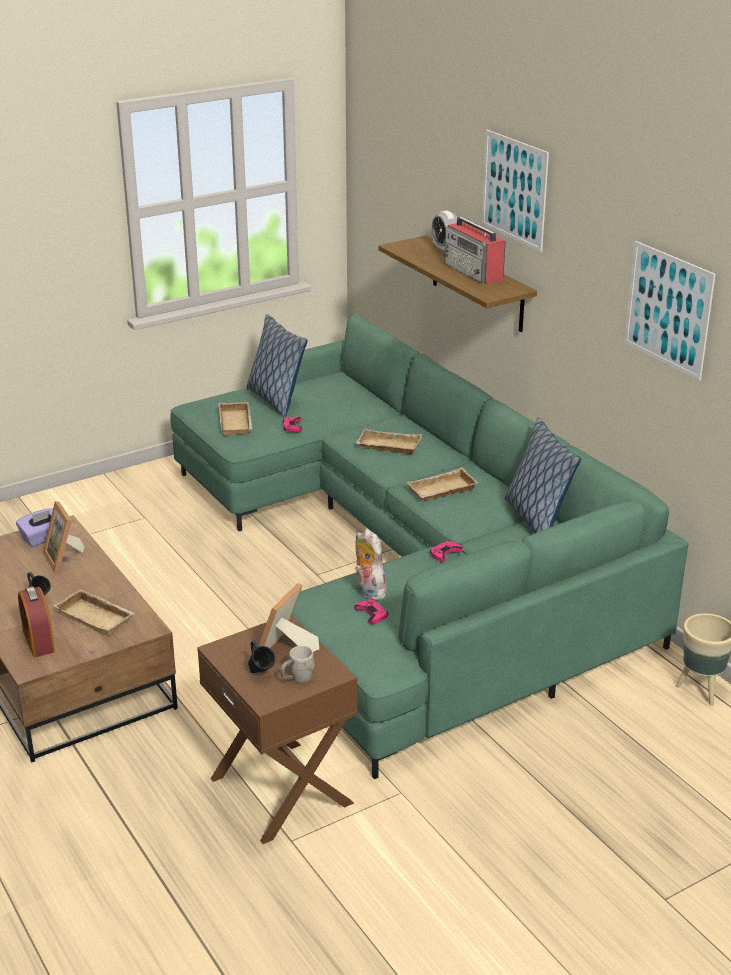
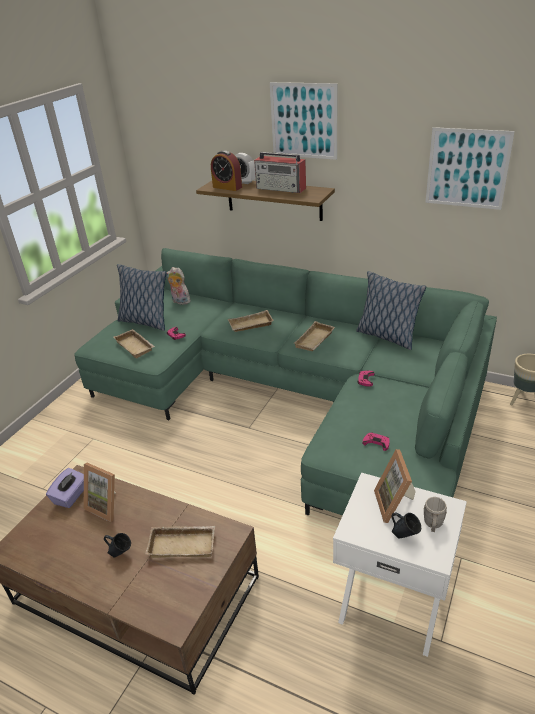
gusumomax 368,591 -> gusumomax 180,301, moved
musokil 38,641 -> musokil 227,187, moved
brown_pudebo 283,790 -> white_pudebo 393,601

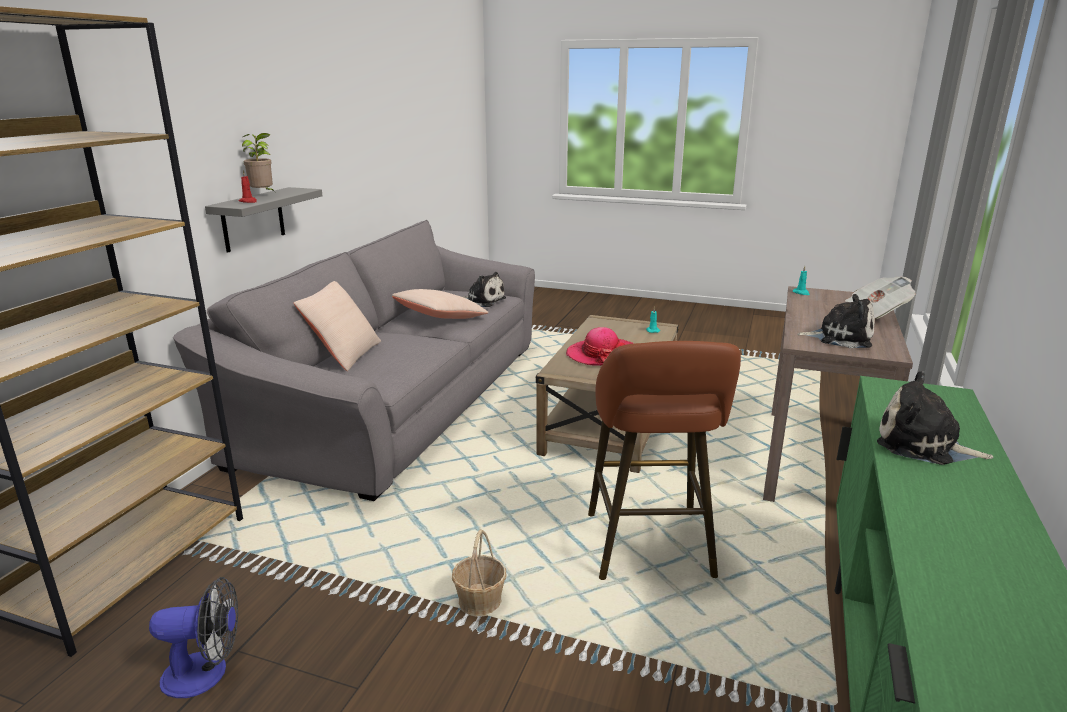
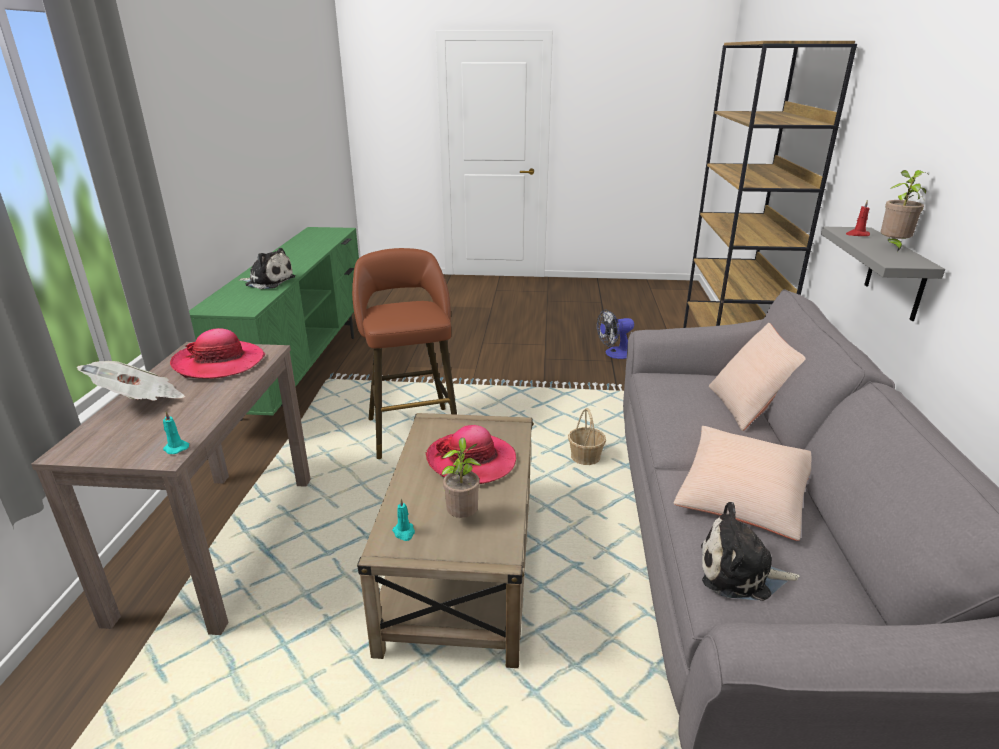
gusumomax 840,337 -> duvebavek 219,363
none -> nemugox 463,517
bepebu 479,601 -> bepebu 585,457, moved

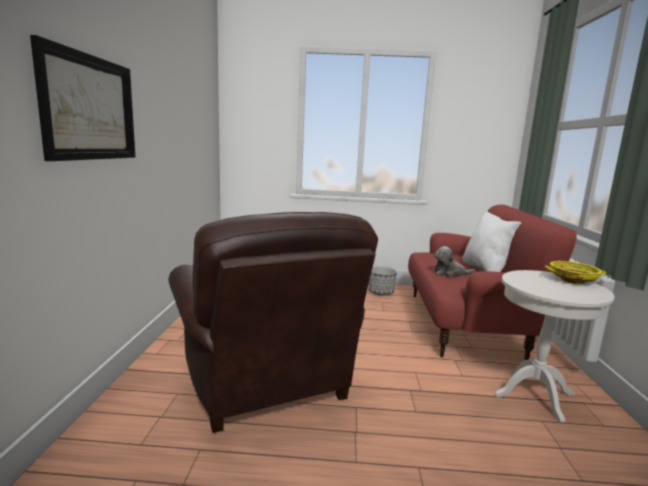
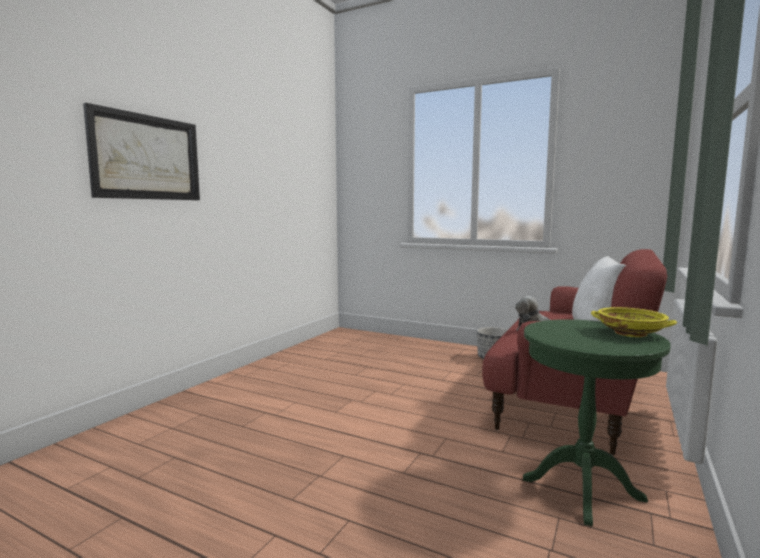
white_pudebo 534,395 -> green_pudebo 582,489
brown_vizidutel 267,383 -> none

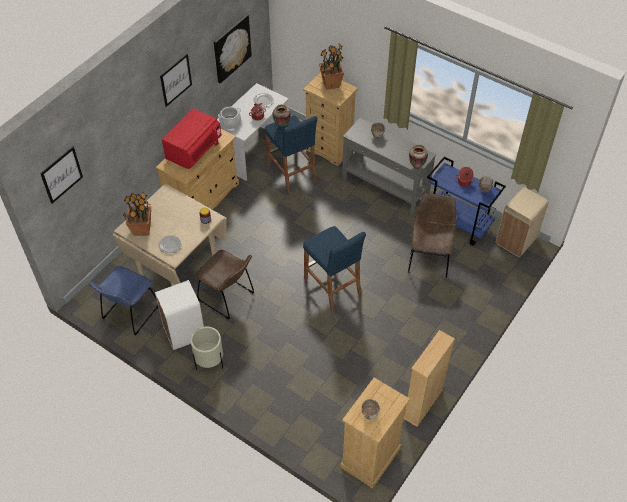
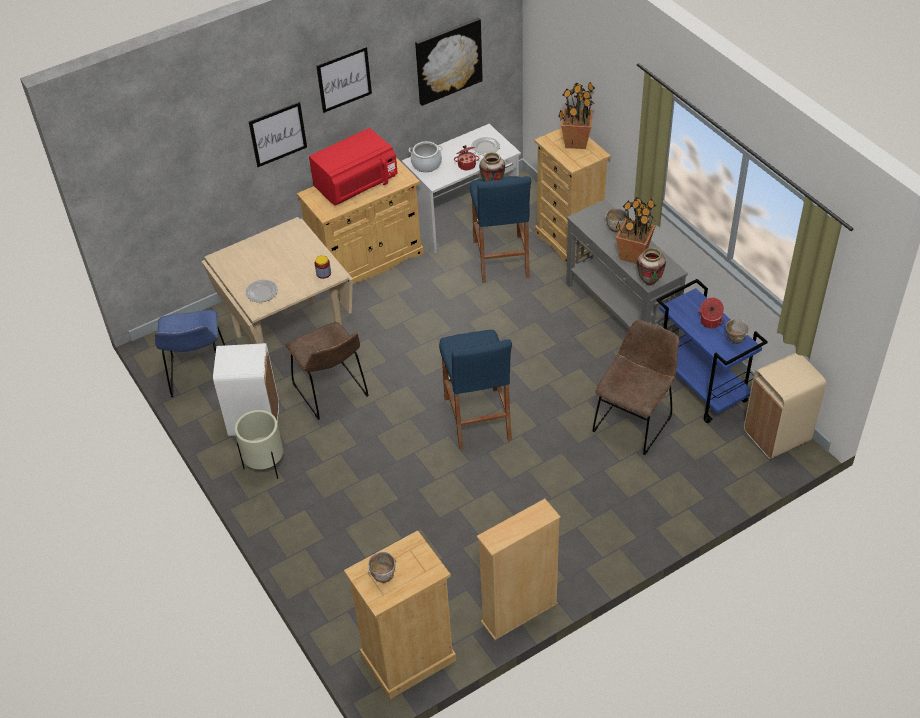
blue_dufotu 129,314 -> blue_dufotu 199,376, 60 degrees counterclockwise
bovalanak 61,175 -> bovalanak 278,134, moved
nemugox 142,229 -> nemugox 633,255, moved

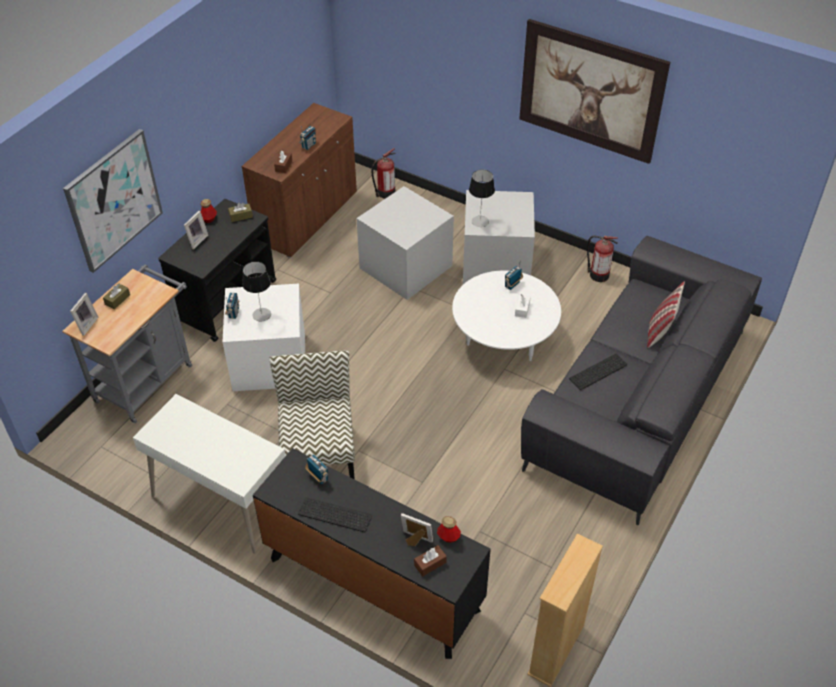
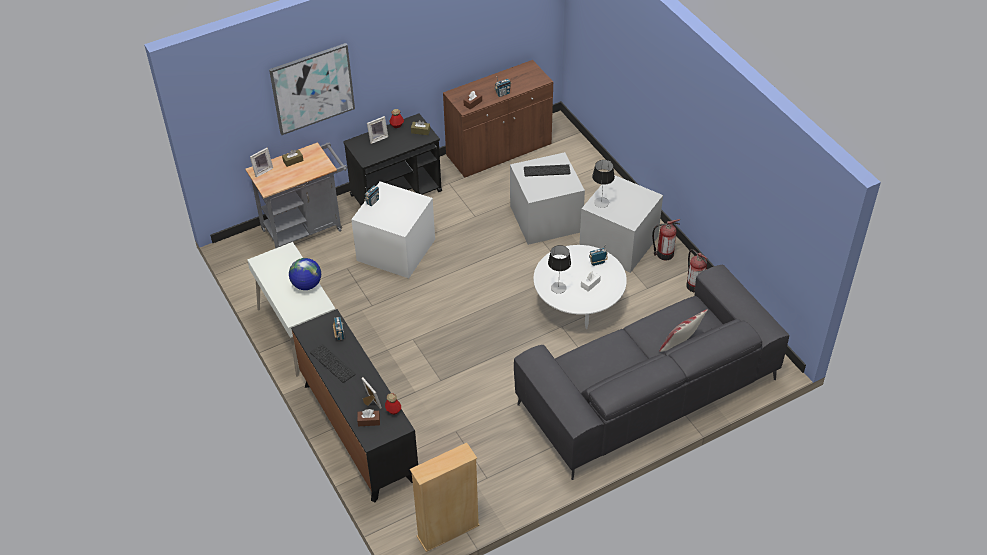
none -> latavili 306,285
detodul 598,373 -> detodul 546,171, moved
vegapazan 261,314 -> vegapazan 558,287, moved
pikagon 385,193 -> pikagon 663,254, moved
dufotu 318,453 -> none
bovalanak 590,91 -> none

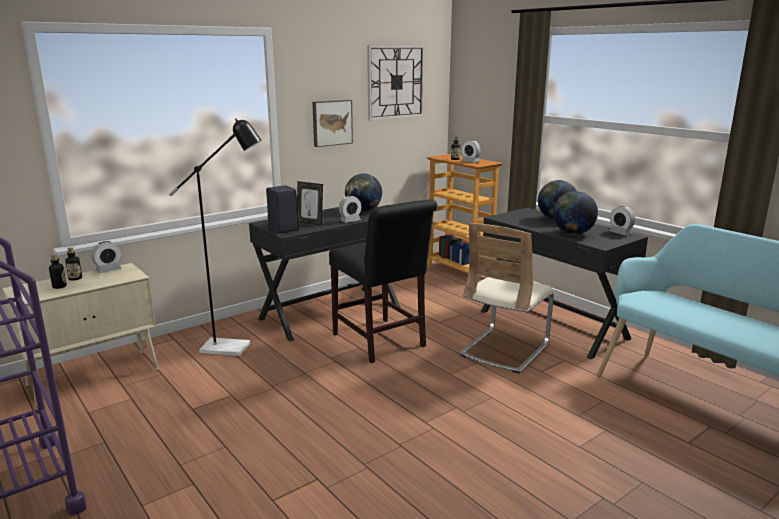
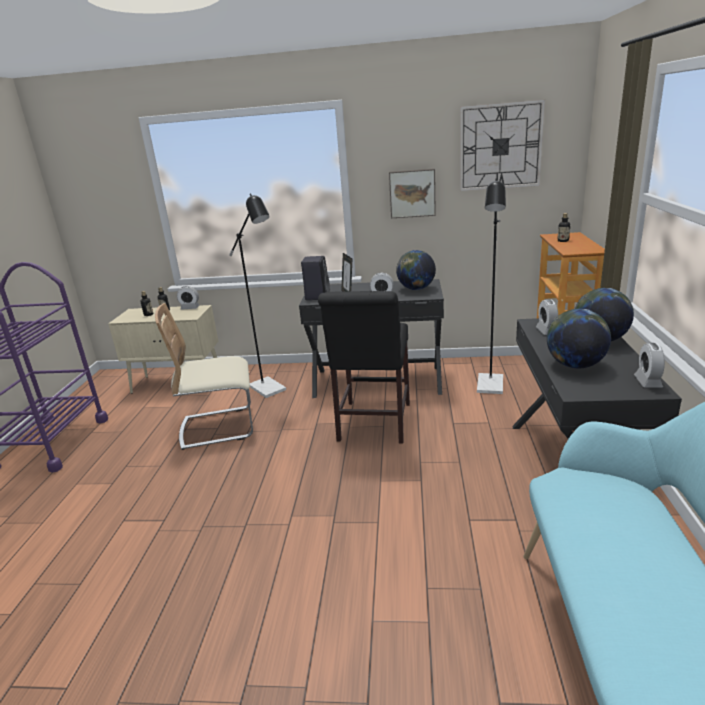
beige_dufotu 504,350 -> beige_dufotu 218,427, moved
none -> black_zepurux 490,388
musokil 470,162 -> musokil 546,331, moved

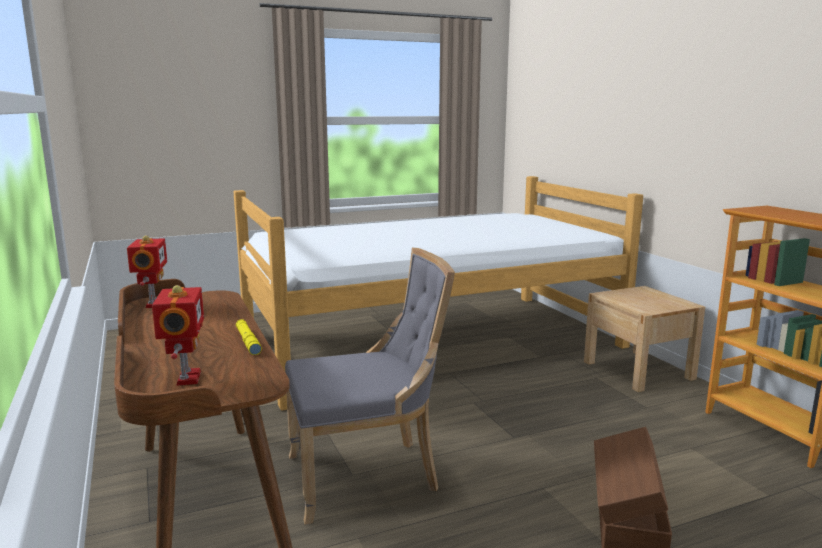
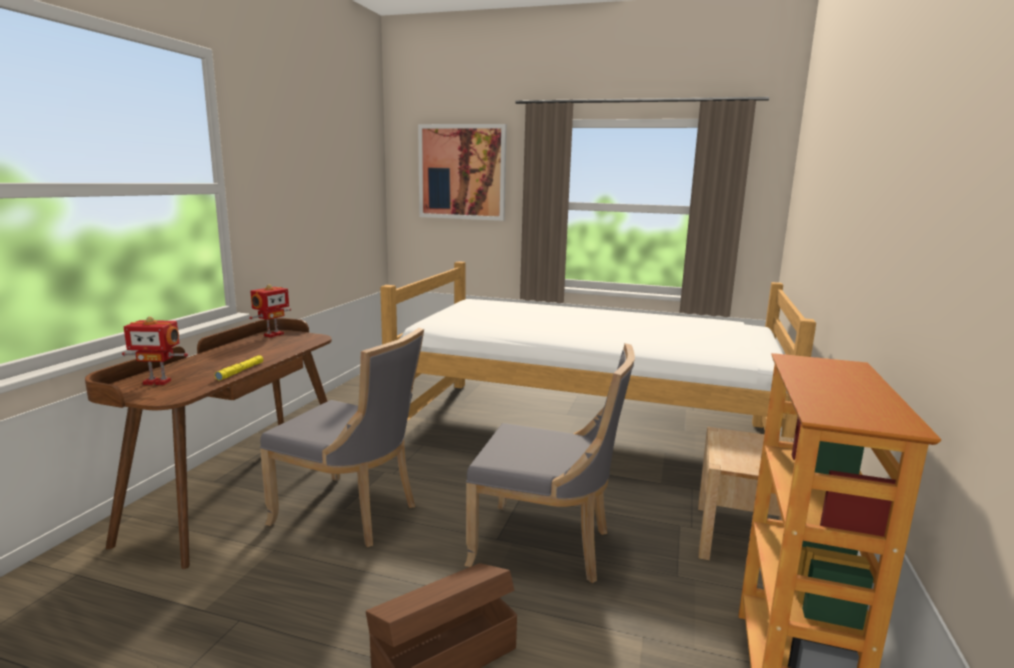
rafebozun 186,378 -> rafebozun 158,382, 60 degrees clockwise
none -> bovalanak 462,172
none -> grey_dufotu 546,546

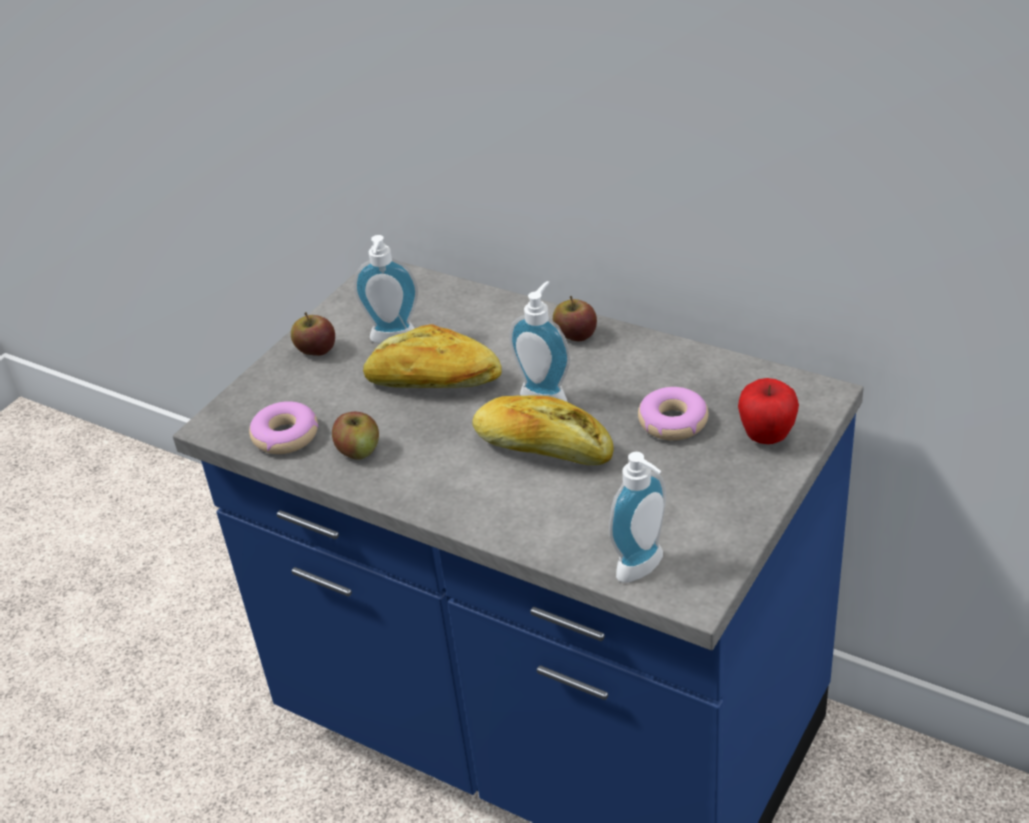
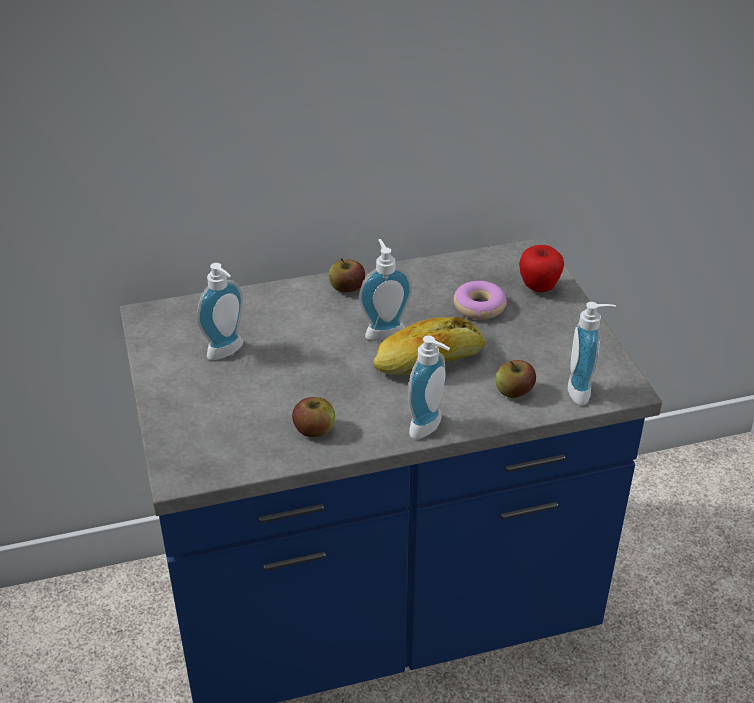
none -> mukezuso 430,428
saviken 316,350 -> saviken 514,392, moved
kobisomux 286,436 -> none
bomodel 434,382 -> none

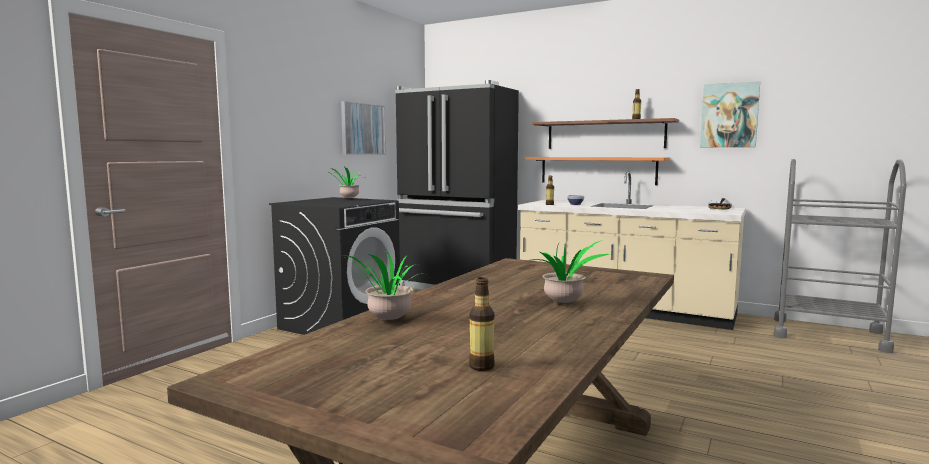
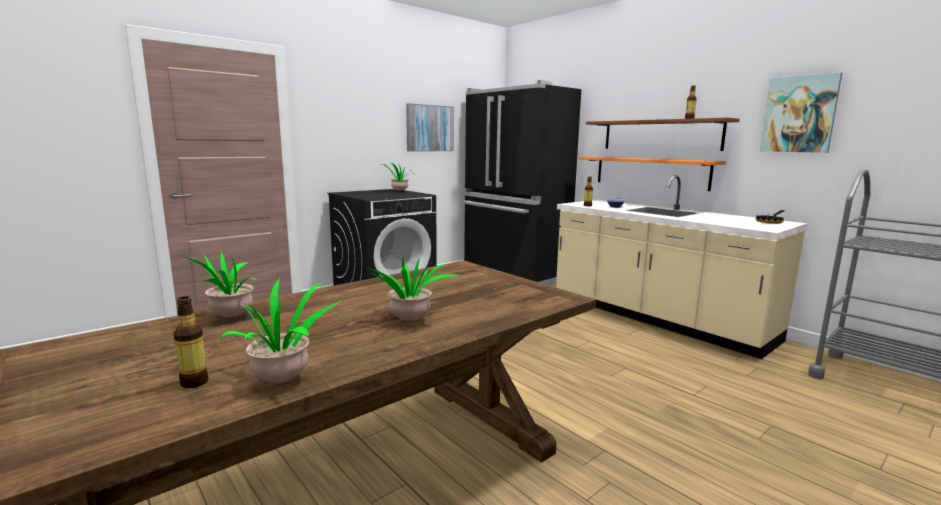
none -> nemugox 284,378

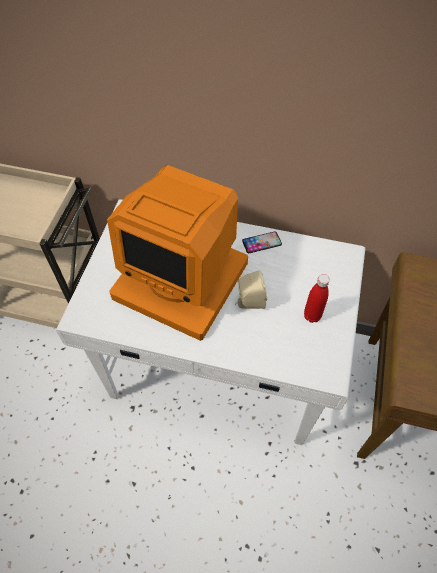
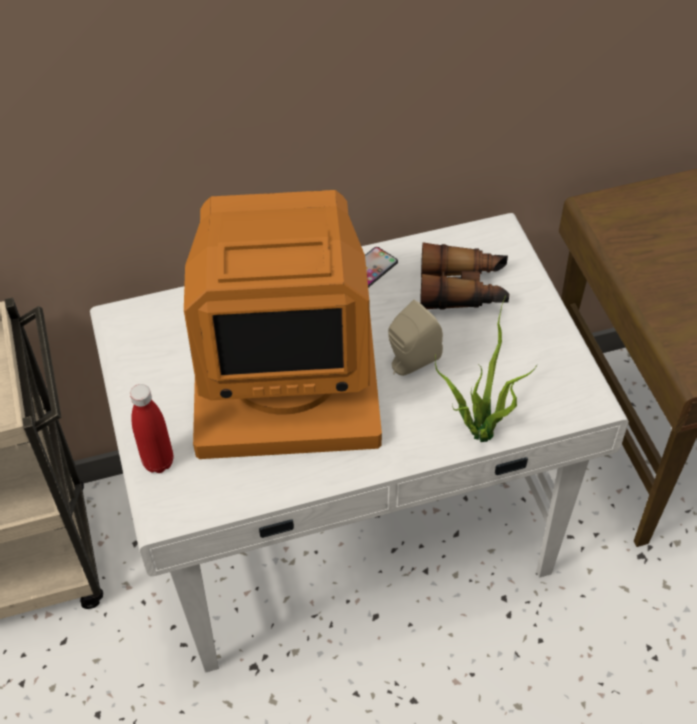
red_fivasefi 312,316 -> red_fivasefi 158,462, moved
none -> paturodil 463,289
none -> nemugox 478,429

